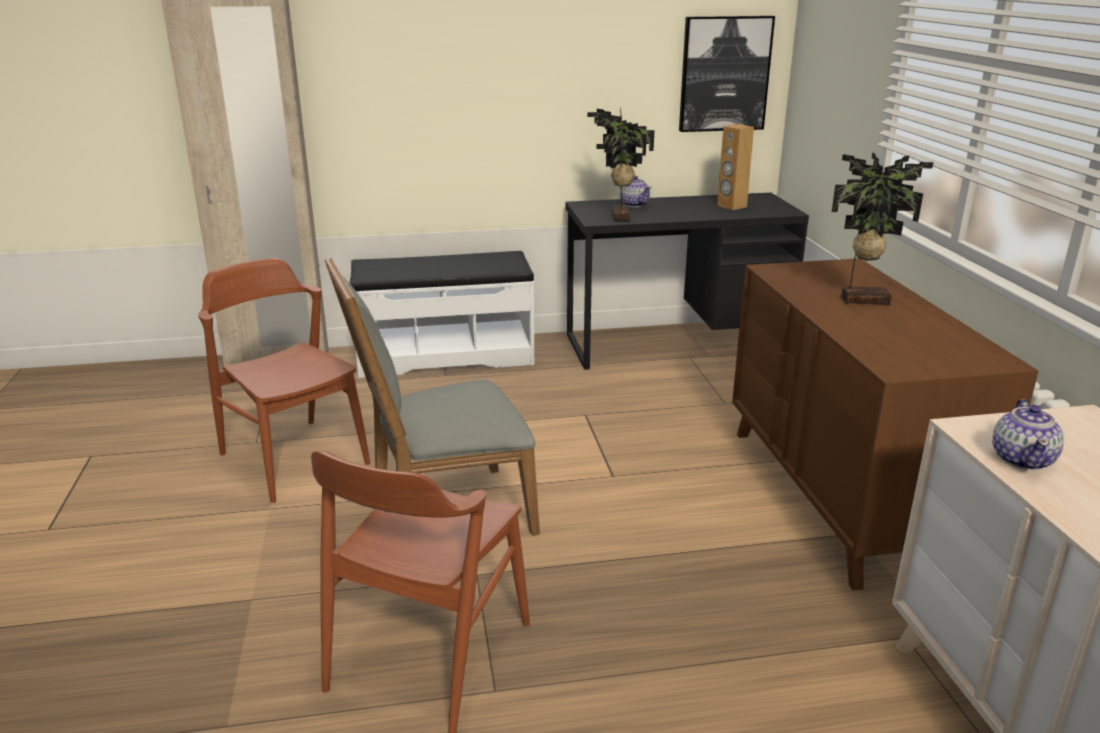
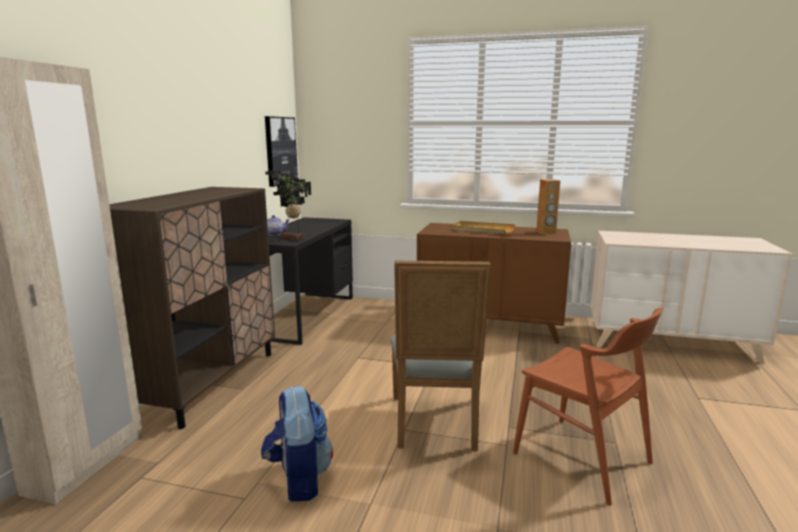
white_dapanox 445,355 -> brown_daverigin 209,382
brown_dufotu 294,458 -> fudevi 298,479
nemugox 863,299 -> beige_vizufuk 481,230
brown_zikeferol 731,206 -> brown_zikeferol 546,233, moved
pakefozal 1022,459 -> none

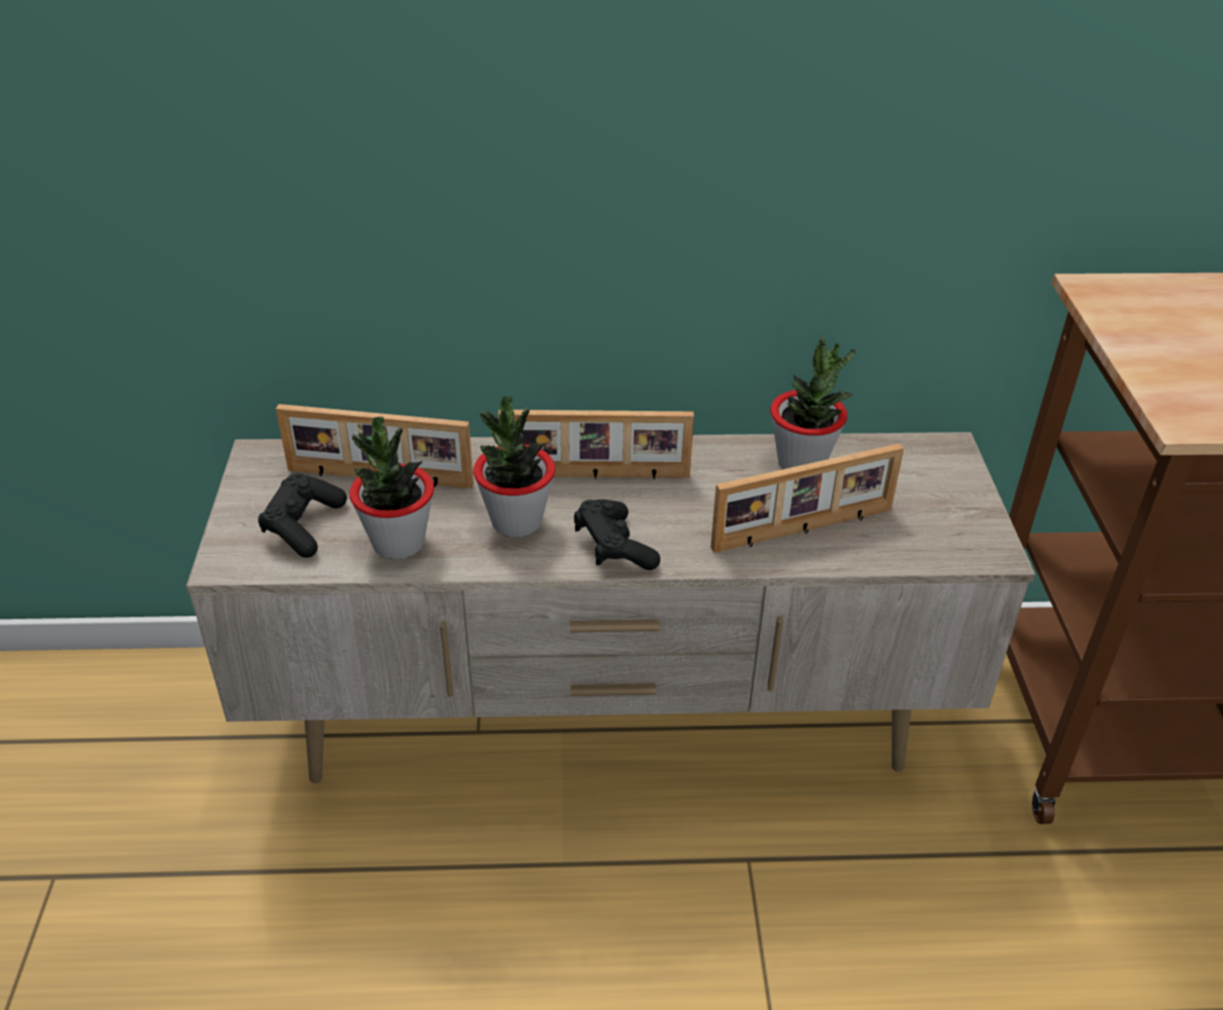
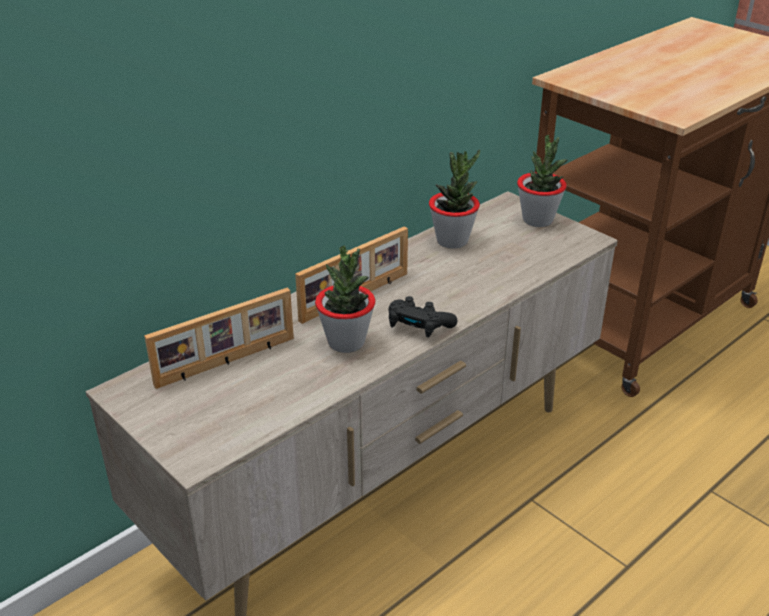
nemugox 398,543 -> nemugox 538,220, moved
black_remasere 303,527 -> none
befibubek 804,530 -> none

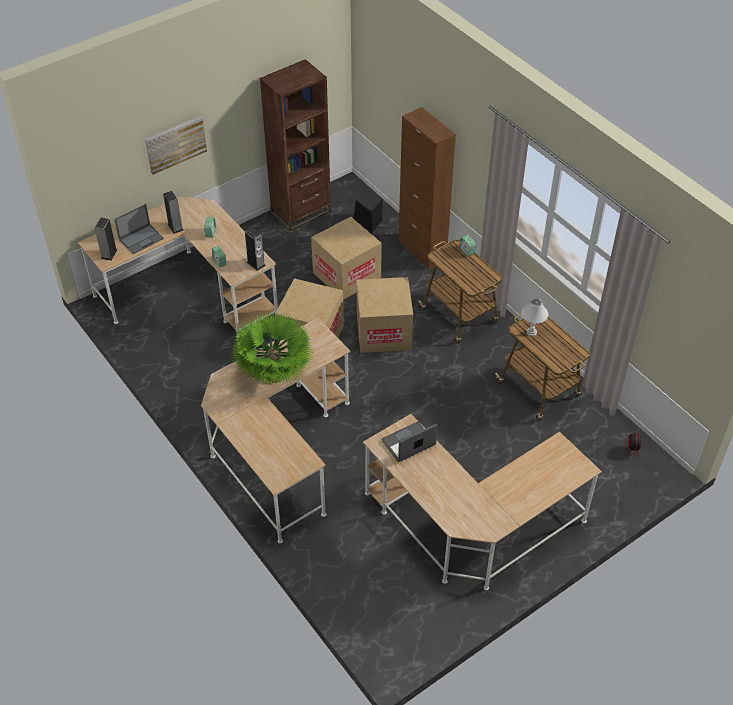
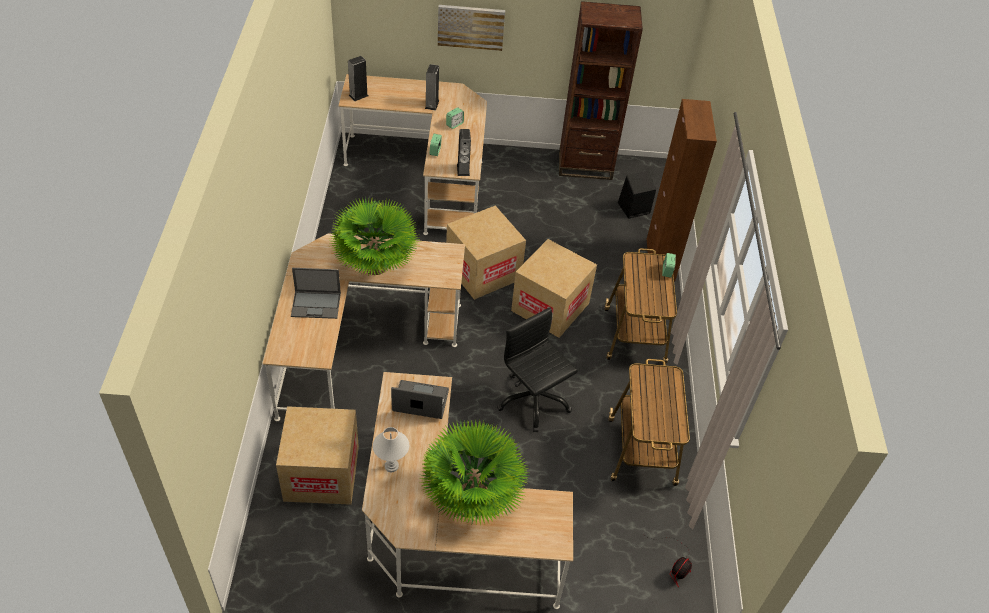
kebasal 346,275 -> kebasal 321,473, moved
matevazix 141,239 -> matevazix 316,304, moved
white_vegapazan 531,332 -> white_vegapazan 392,466, moved
none -> nemugox 472,498
none -> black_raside 533,401

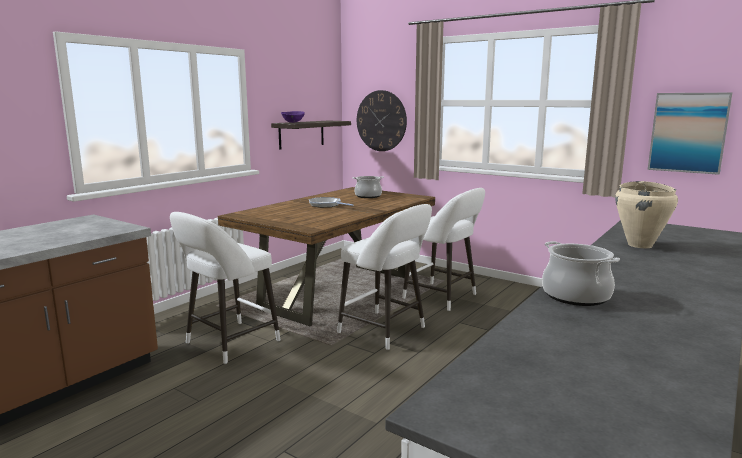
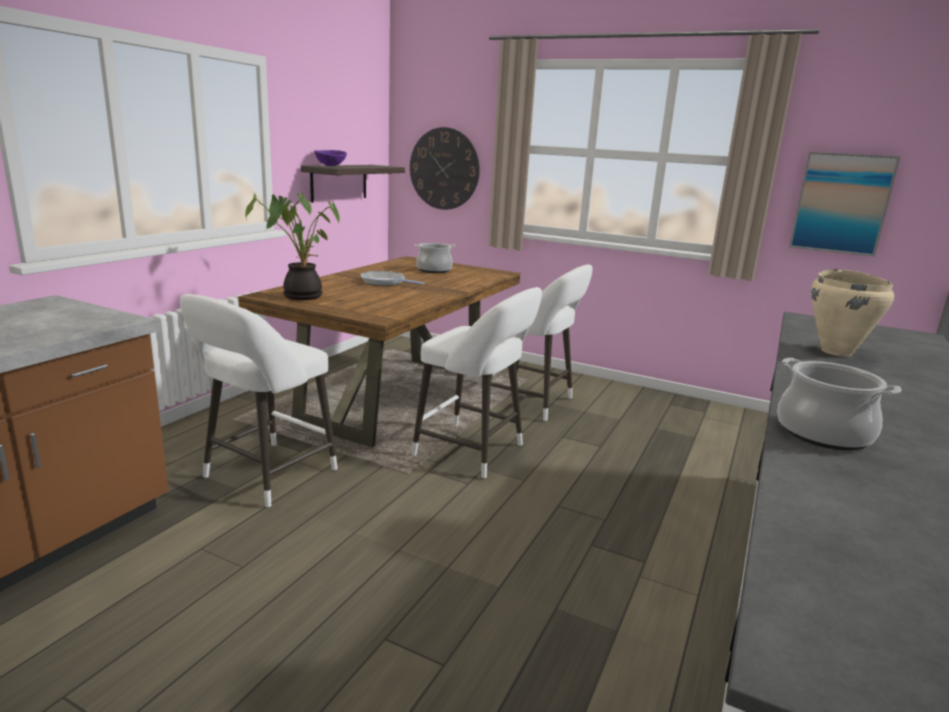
none -> nemugox 301,295

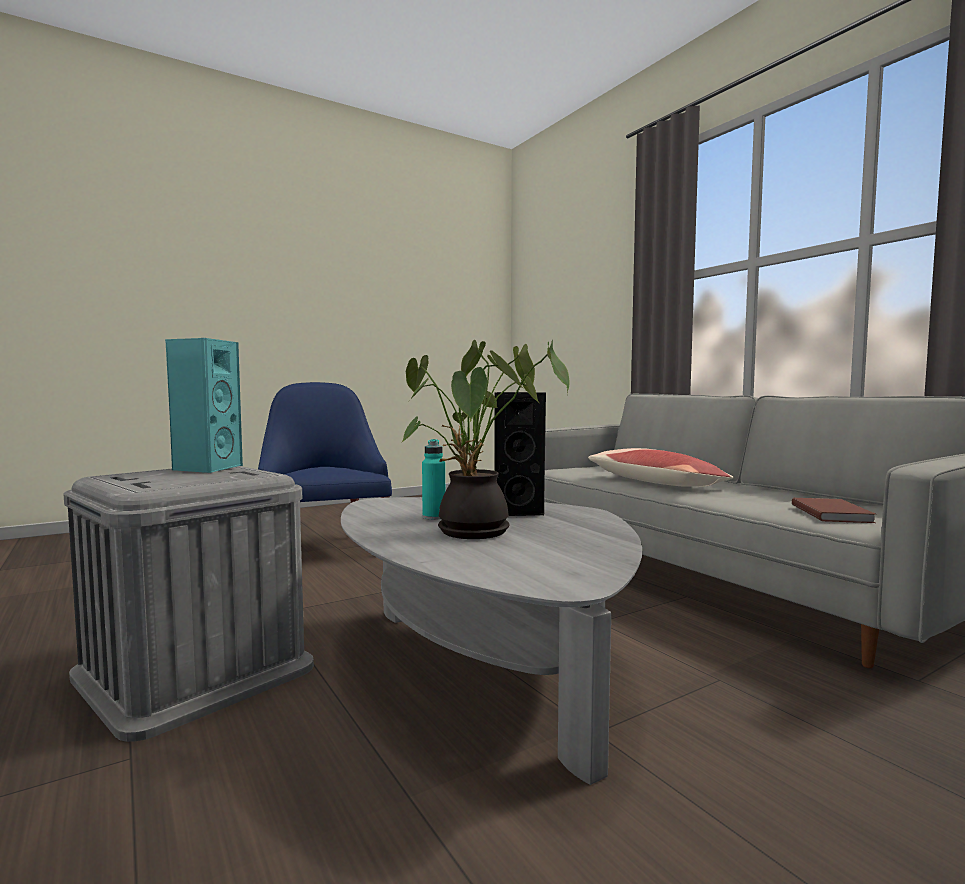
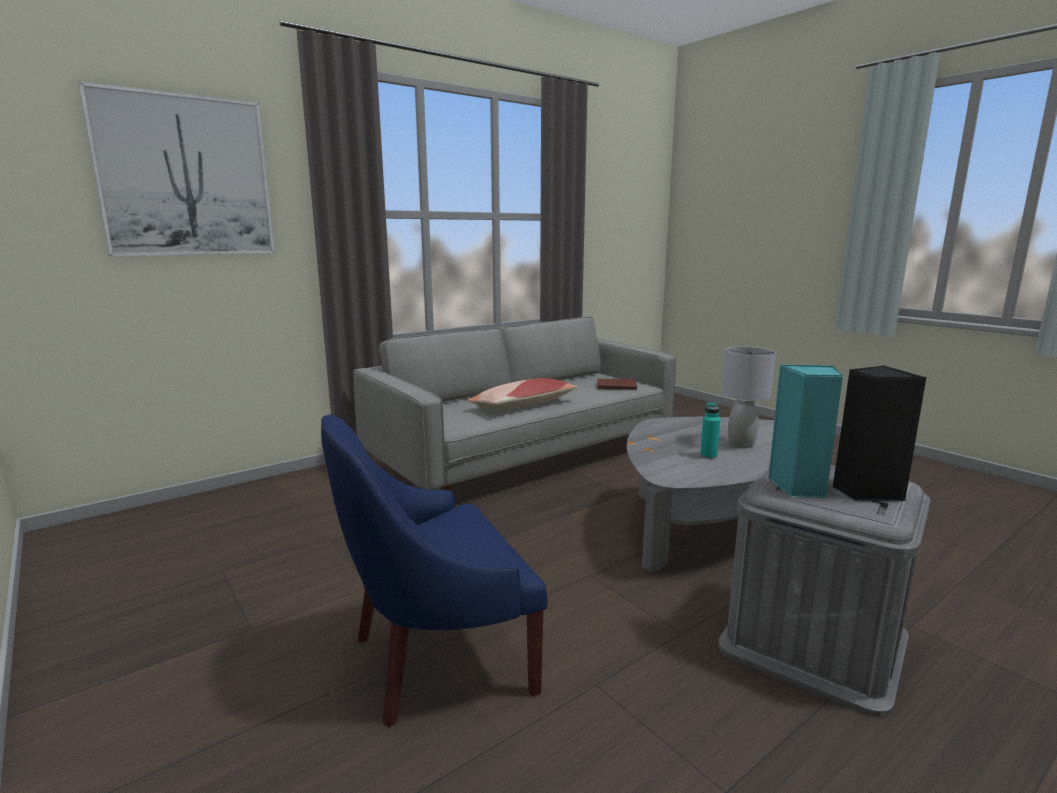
none -> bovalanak 186,177
nemugox 475,533 -> grey_vegapazan 740,444
black_zikeferol 516,511 -> black_zikeferol 864,491, moved

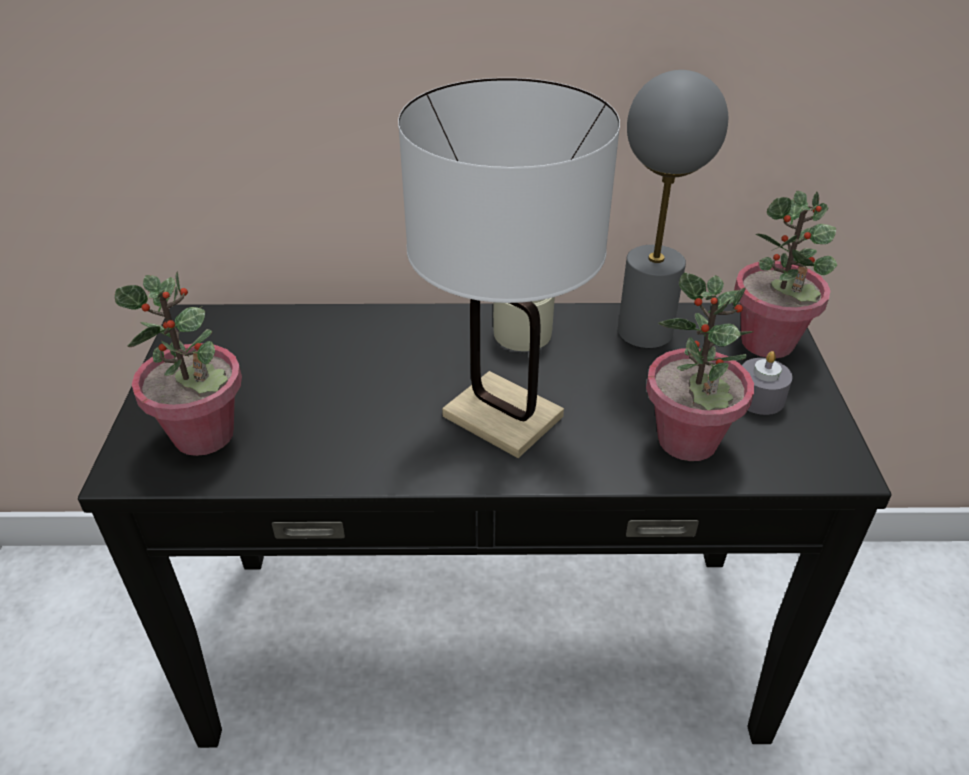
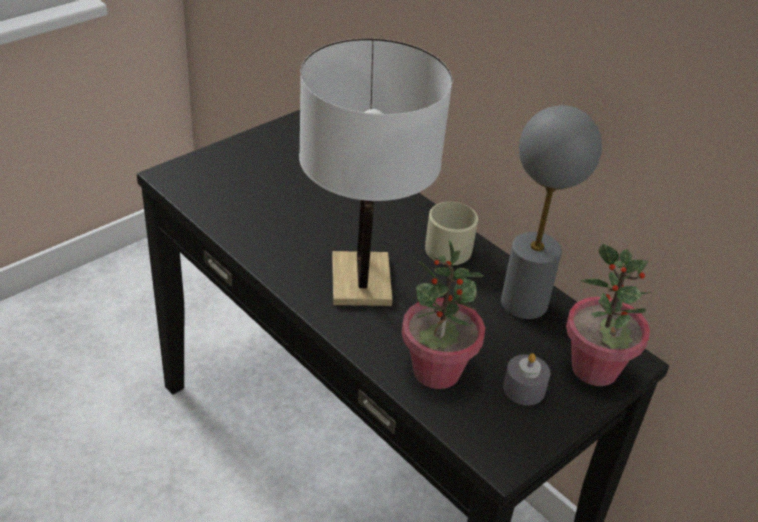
nemugox 204,435 -> none

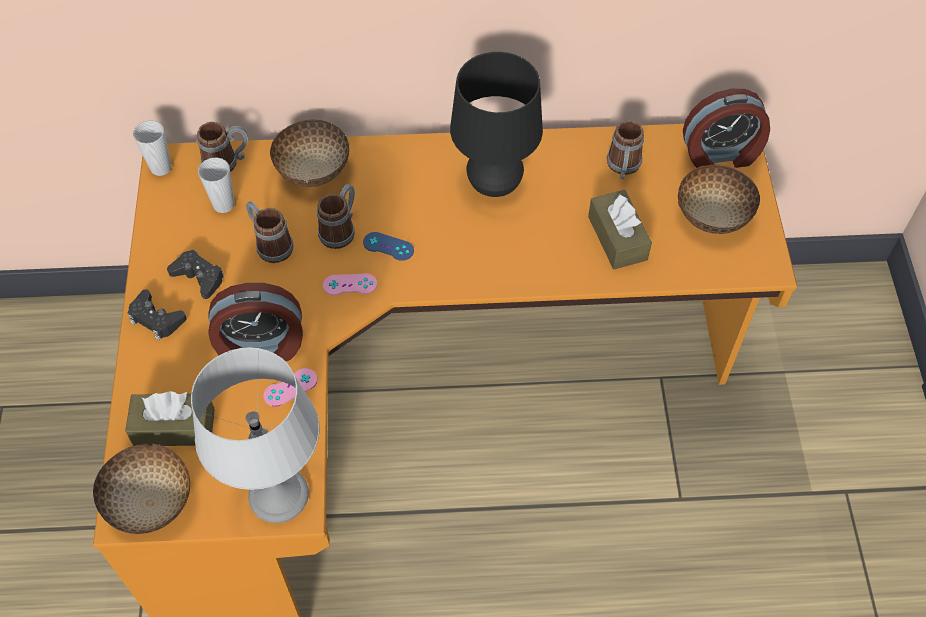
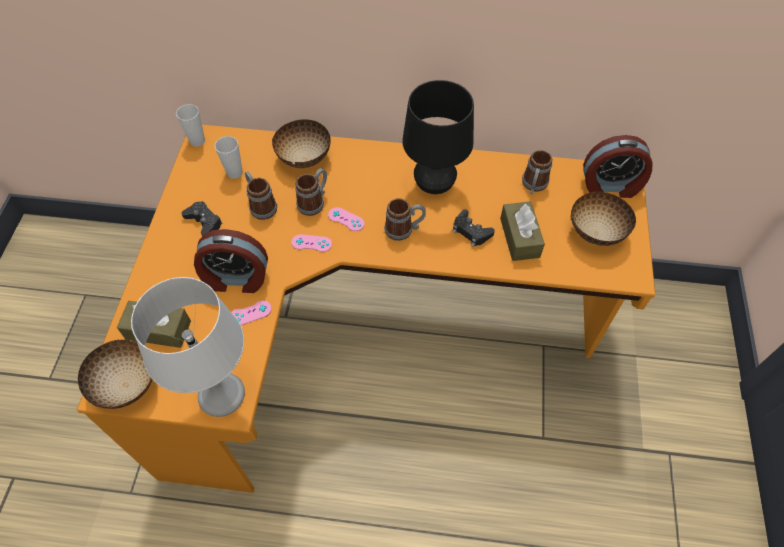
blue_remasere 388,246 -> pink_remasere 346,219
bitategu 227,162 -> bitategu 404,229, moved
black_remasere 156,319 -> black_remasere 471,231, moved

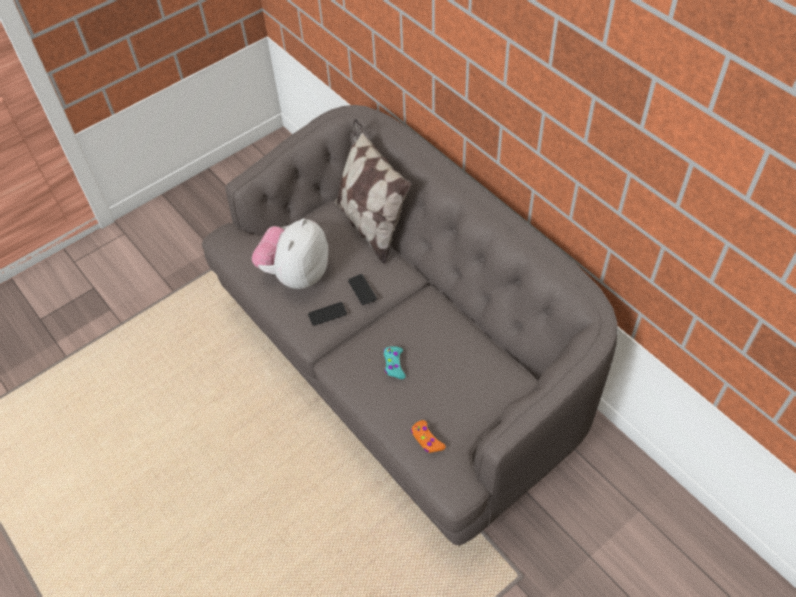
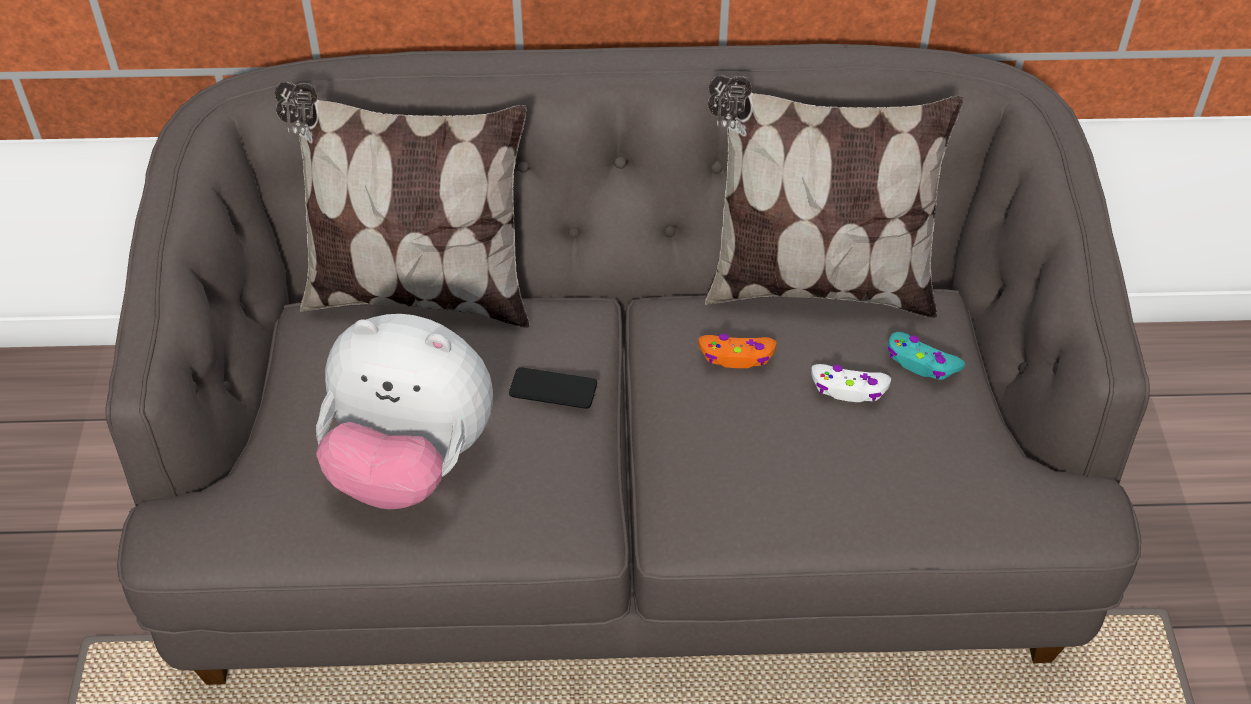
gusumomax 296,274 -> gusumomax 410,463, 45 degrees counterclockwise
orange_remasere 426,440 -> orange_remasere 736,356, moved
none -> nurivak 816,284
none -> white_remasere 849,389
turquoise_remasere 394,365 -> turquoise_remasere 921,363, moved
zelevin 327,314 -> none

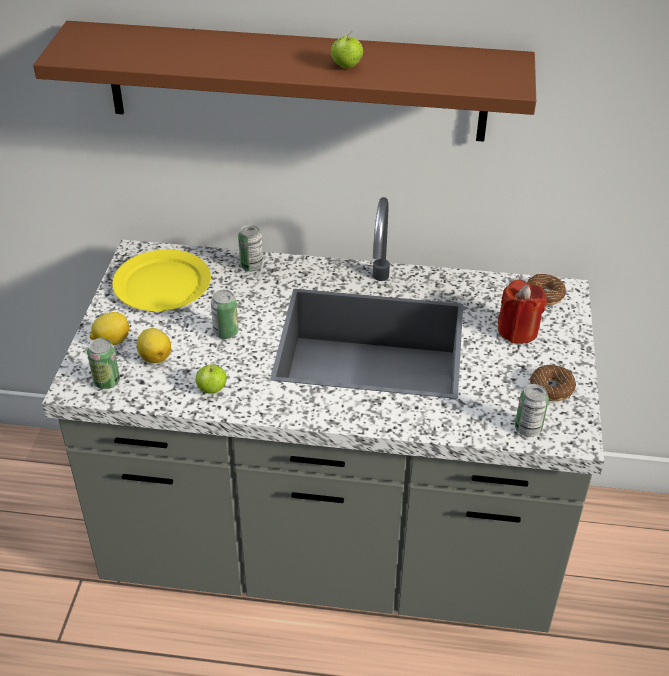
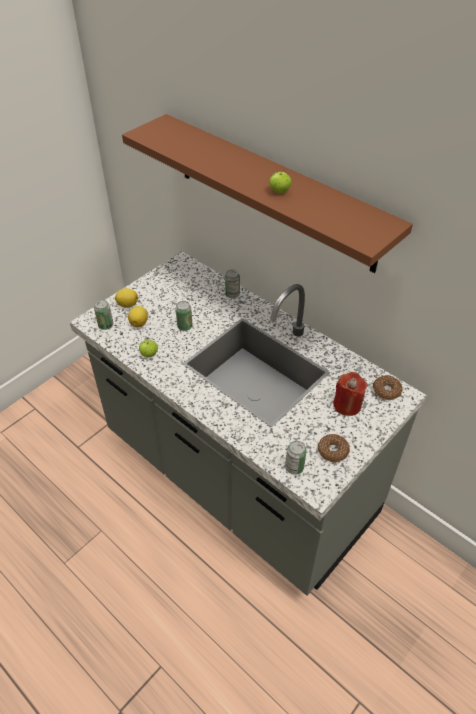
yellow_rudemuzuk 162,285 -> none

